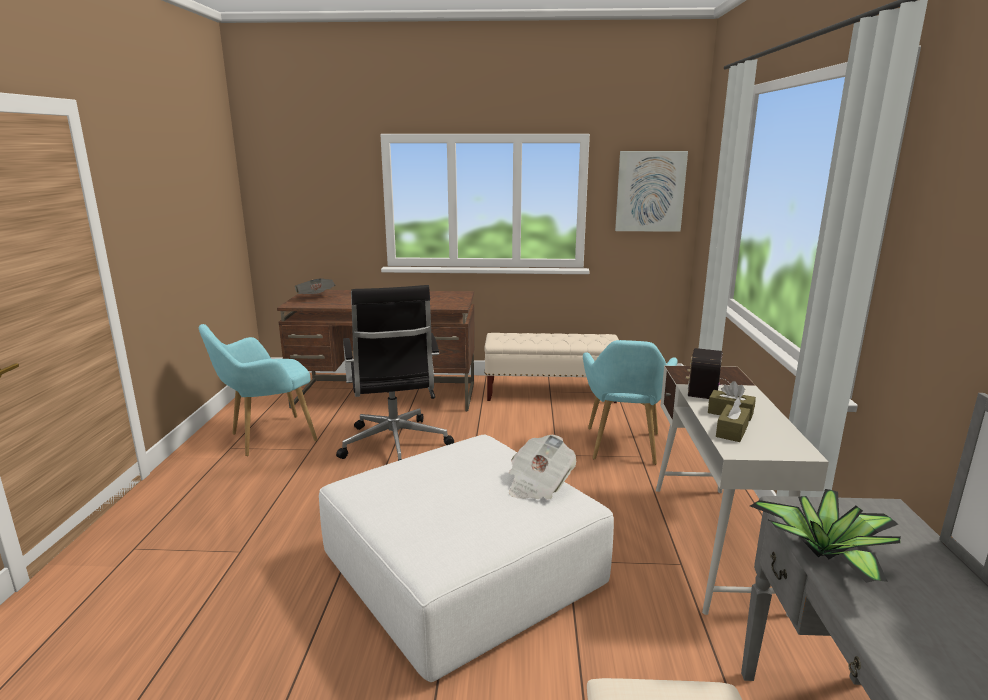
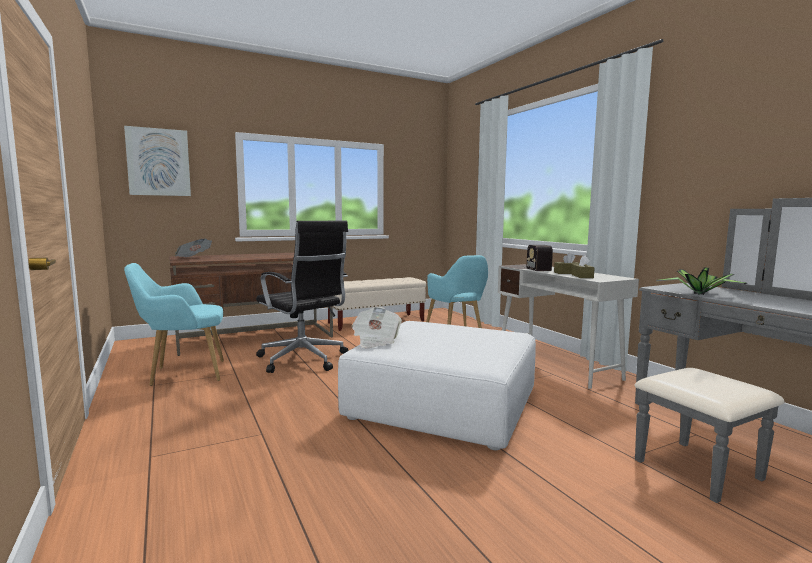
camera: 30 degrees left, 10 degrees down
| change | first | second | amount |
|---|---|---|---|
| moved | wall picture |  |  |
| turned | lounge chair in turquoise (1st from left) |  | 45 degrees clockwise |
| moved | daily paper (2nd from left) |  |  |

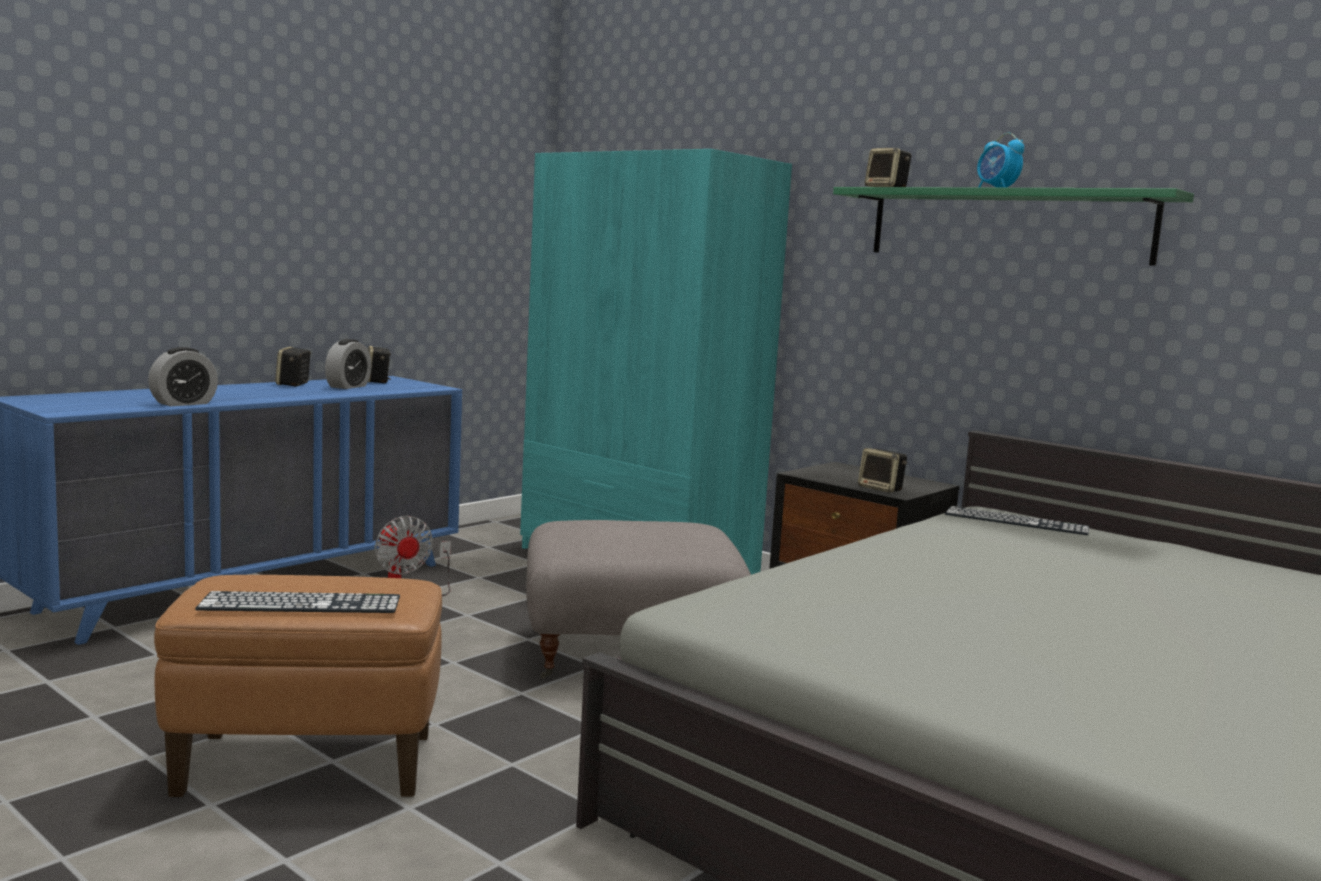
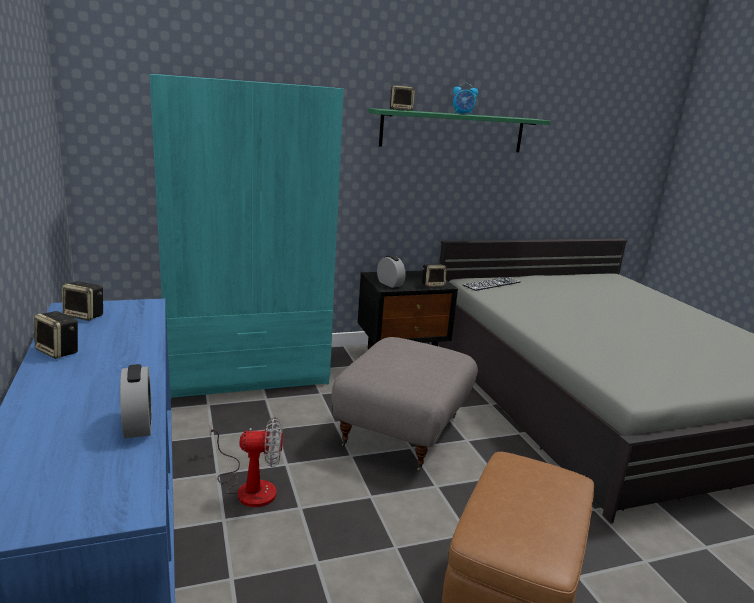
camera: 60 degrees left, 10 degrees up
| change | first | second | amount |
|---|---|---|---|
| moved | table clock (2nd from left) |  |  |
| removed | keyboard (1st from left) |  |  |

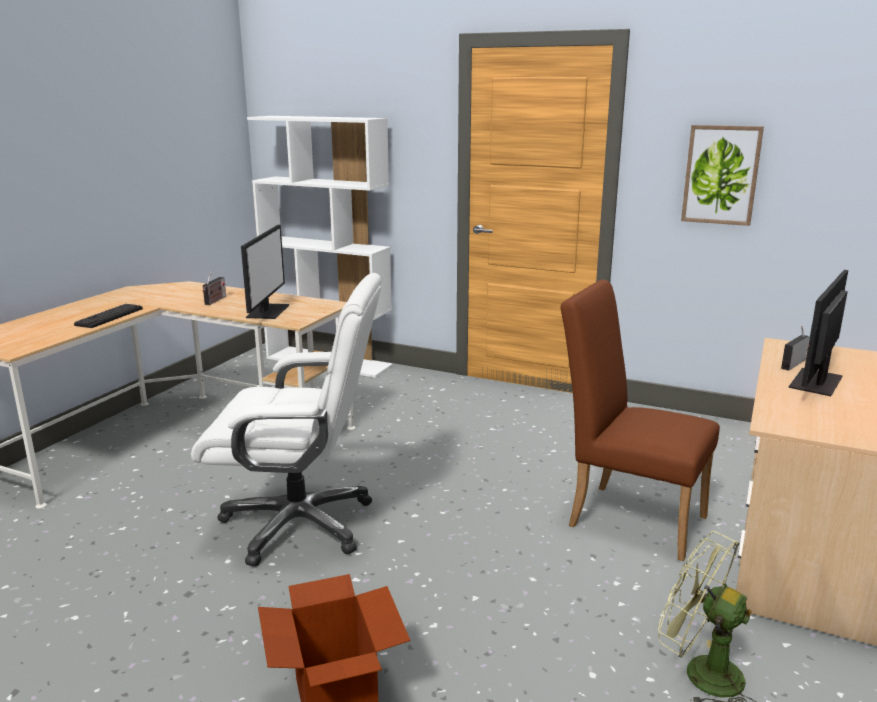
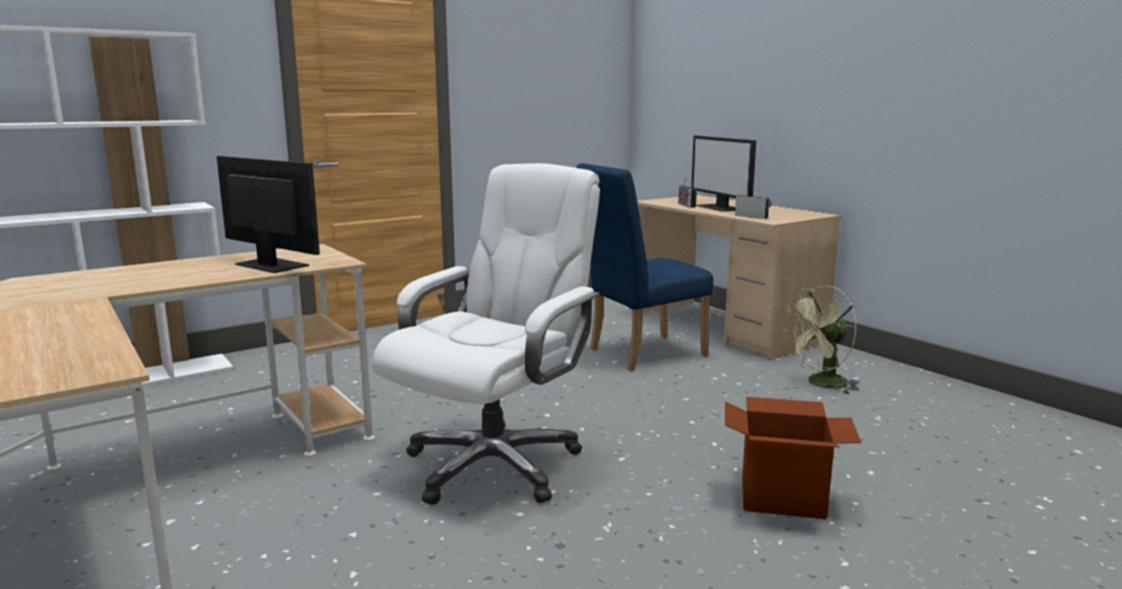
camera: 60 degrees left, 5 degrees down
| change | first | second | amount |
|---|---|---|---|
| recoloured | plain chair in brown-coloured | plain chair in blue-coloured |  |
| moved | radio receiver (1st from left in the first image) | radio receiver (2nd from left) |  |
| removed | keyboard |  |  |
| removed | wall picture |  |  |

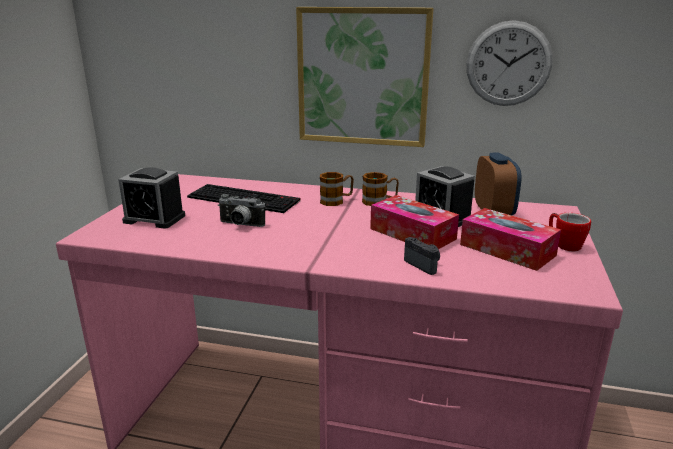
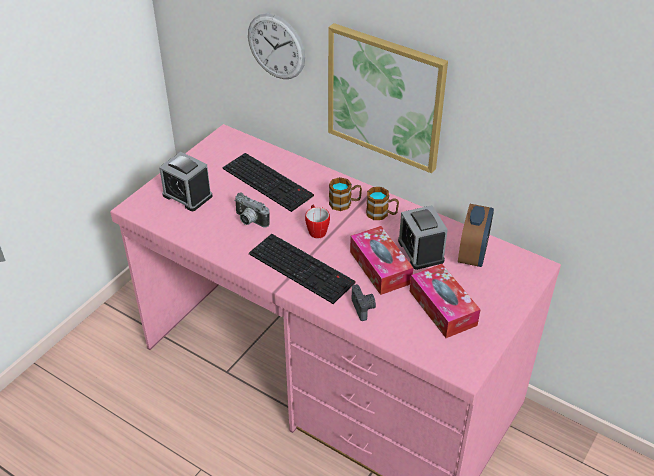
camera: 20 degrees right, 20 degrees up
| change | first | second | amount |
|---|---|---|---|
| moved | hanging clock |  |  |
| added |  | keyboard (2nd from left) |  |
| moved | tea mug (3rd from left in the first image) | tea mug (1st from left) |  |

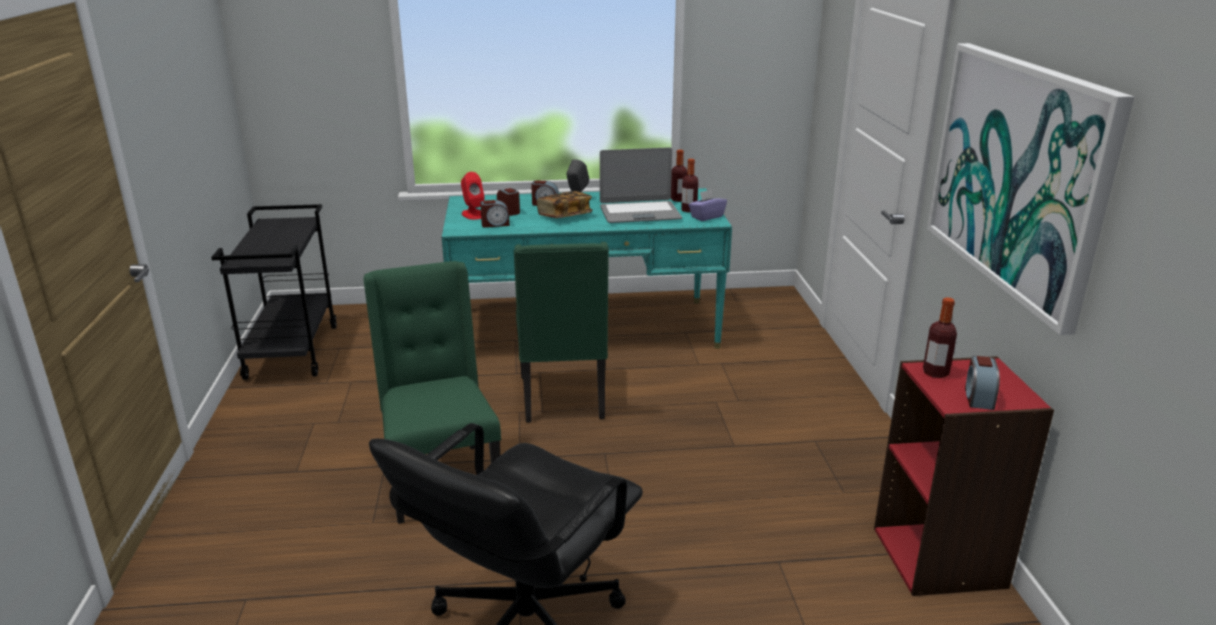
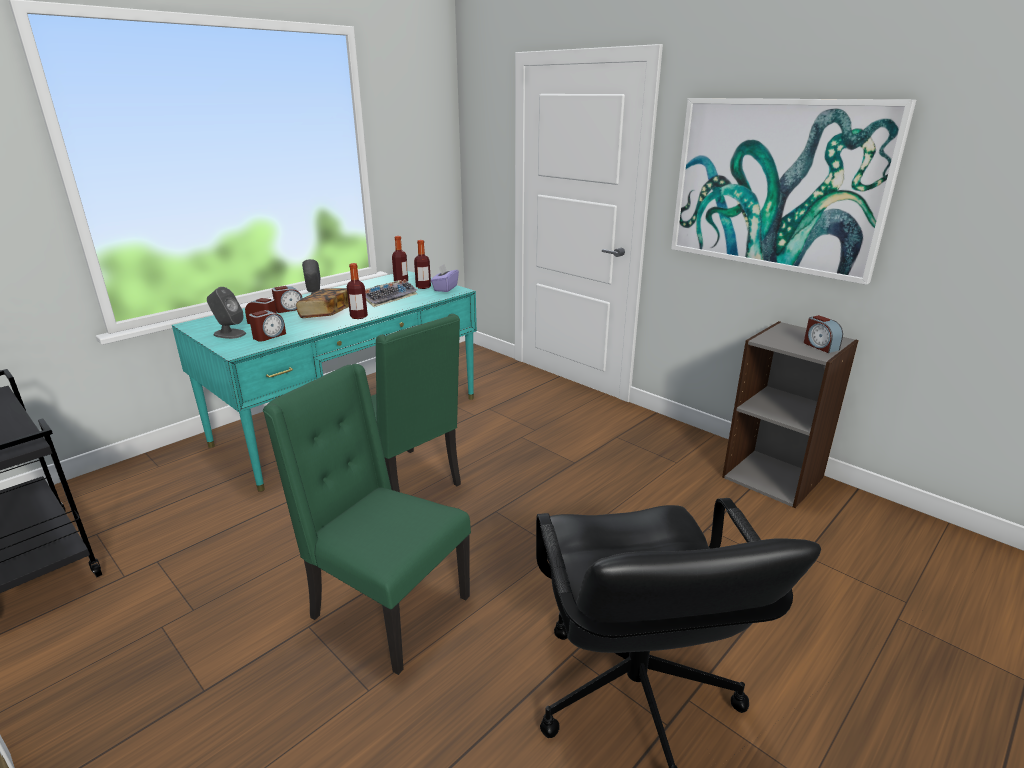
camera: 40 degrees left, 0 degrees up
| change | first | second | amount |
|---|---|---|---|
| recoloured | loudspeaker in red-coloured | loudspeaker in grey (1st from left) |  |
| moved | bottle (3rd from left in the first image) | bottle (1st from left) |  |
| replaced | laptop | keyboard |  |
| recoloured | bookcase in red-coloured | bookcase in grey |  |

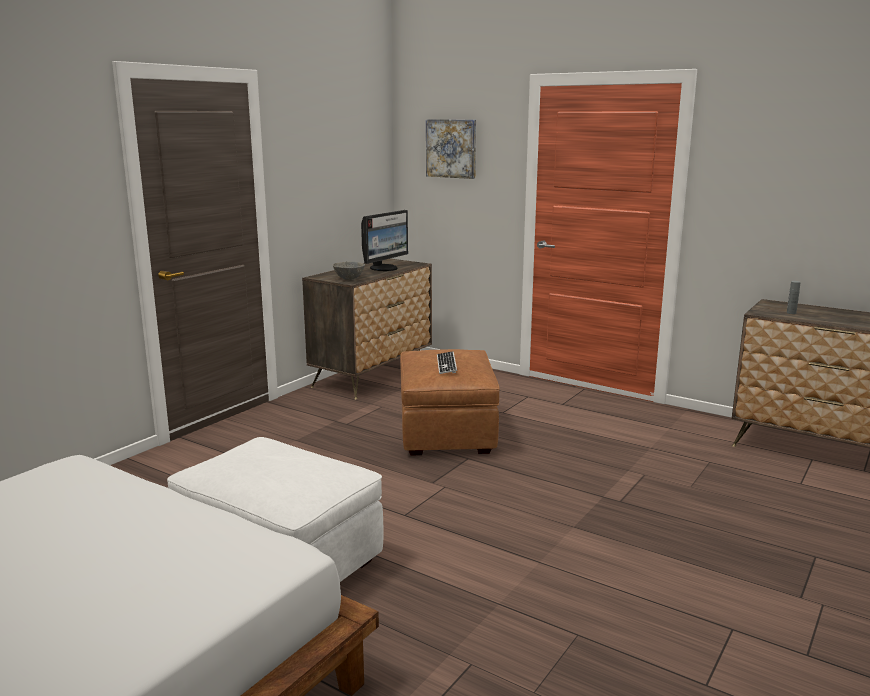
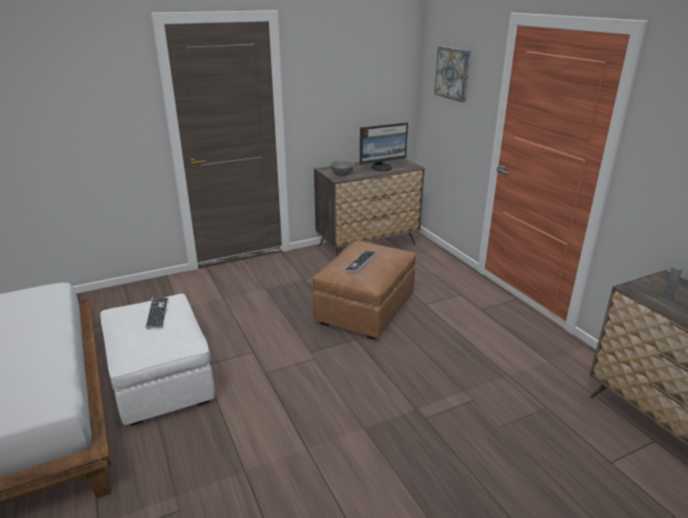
camera: 30 degrees right, 10 degrees up
| change | first | second | amount |
|---|---|---|---|
| added |  | keyboard (1st from left) |  |

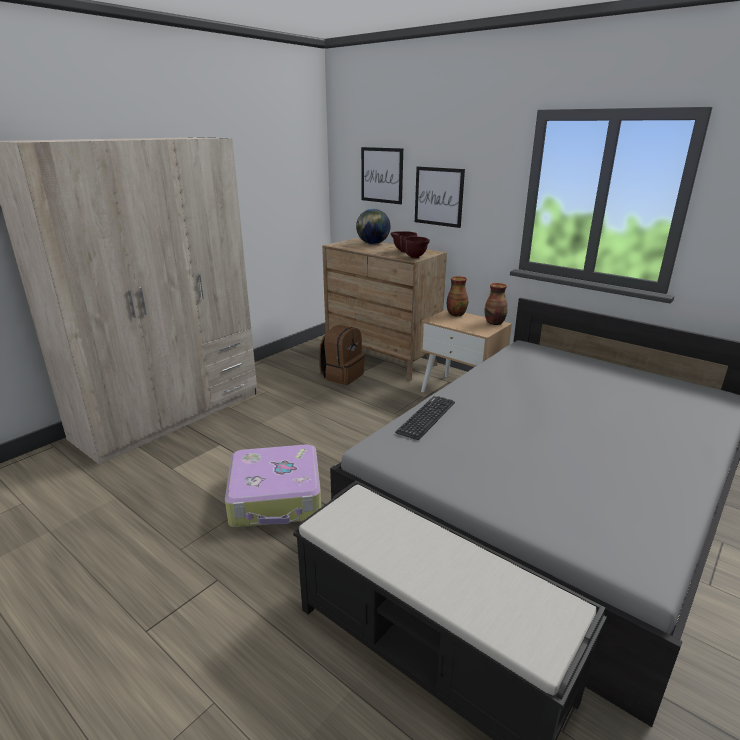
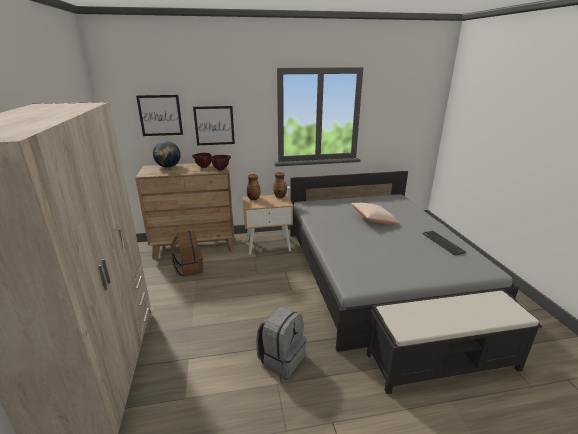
camera: 50 degrees left, 0 degrees up
| change | first | second | amount |
|---|---|---|---|
| replaced | piece of luggage | backpack in grey |  |
| added |  | cushion in sand-coloured |  |
| moved | keyboard |  |  |

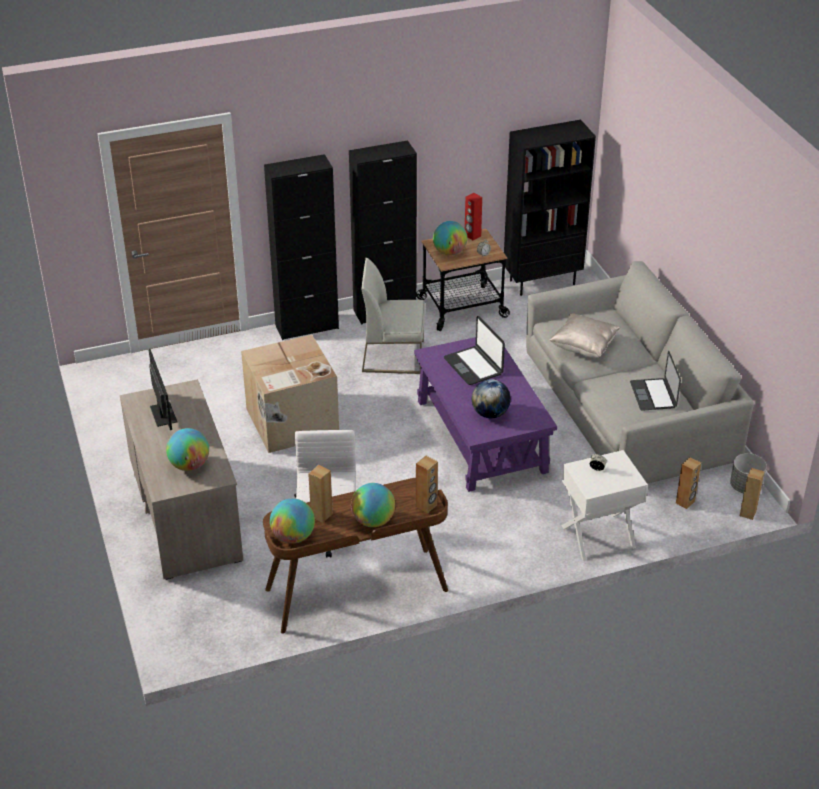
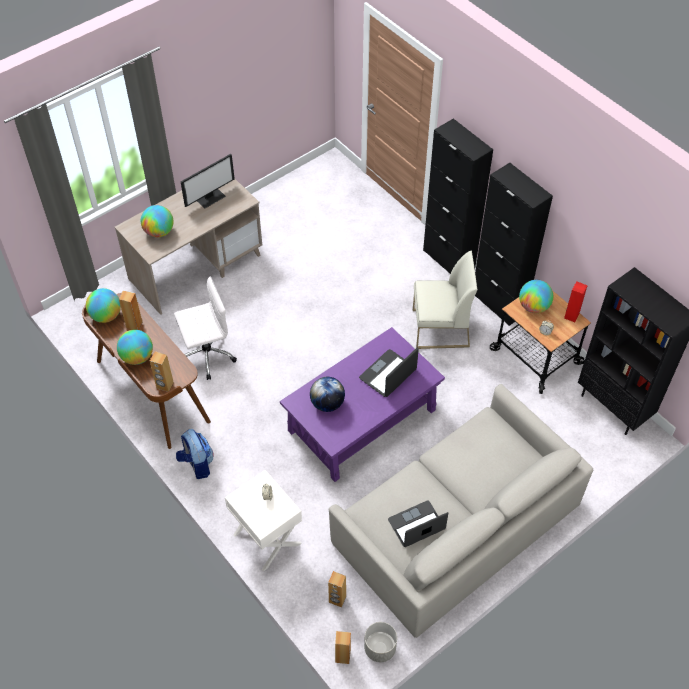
camera: 70 degrees right, 15 degrees up
| change | first | second | amount |
|---|---|---|---|
| added |  | backpack |  |
| turned | plain chair in white |  | 105 degrees clockwise |
| removed | packing box |  |  |
| removed | cushion in sand-coloured |  |  |

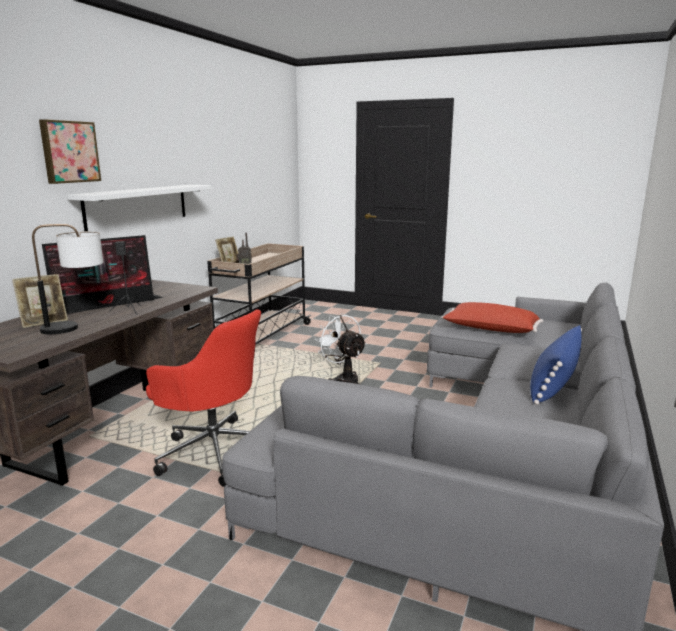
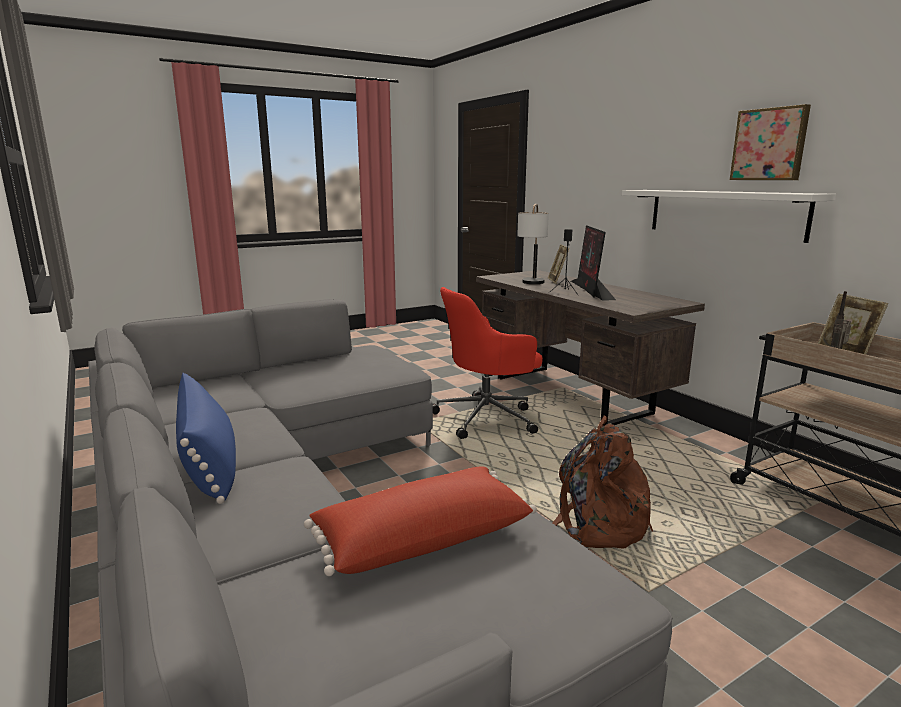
camera: 125 degrees right, 0 degrees up
| change | first | second | amount |
|---|---|---|---|
| replaced | cooling fan in white | backpack in brown-coloured |  |
| moved | wall picture |  |  |

